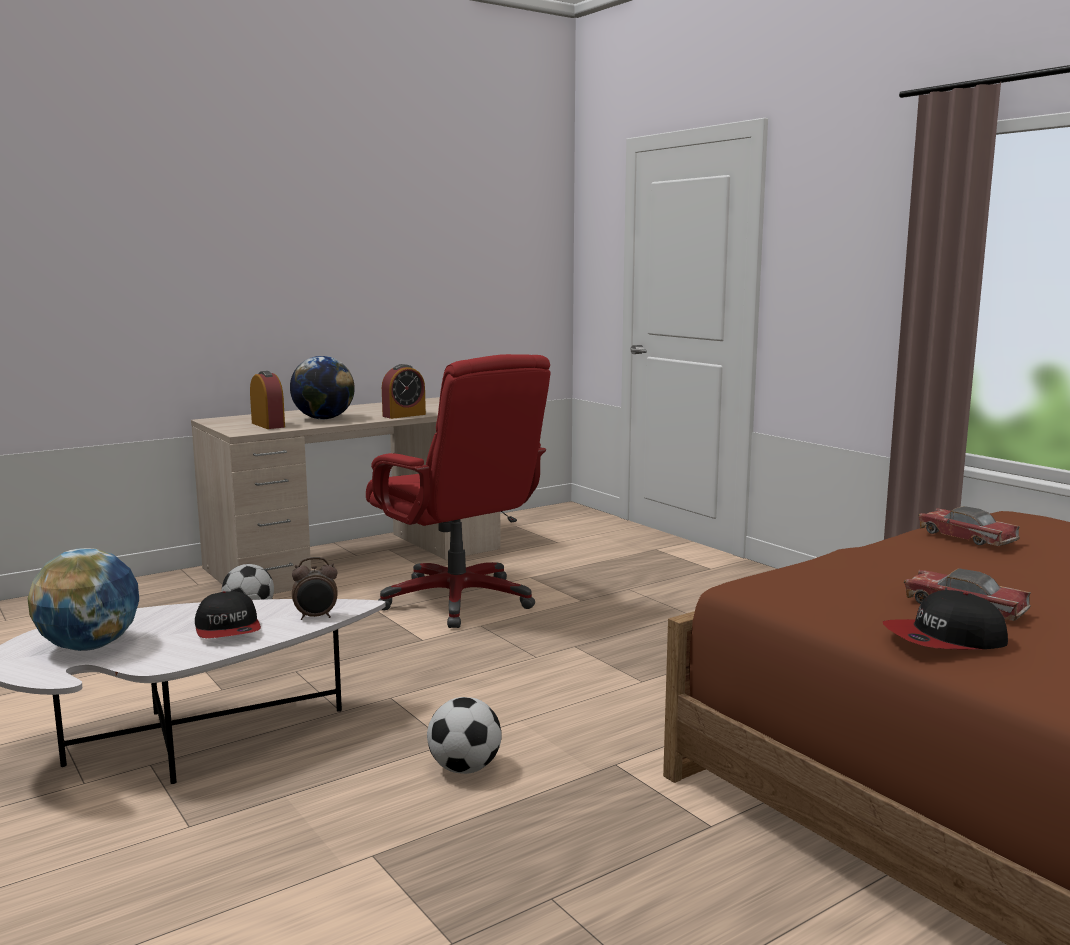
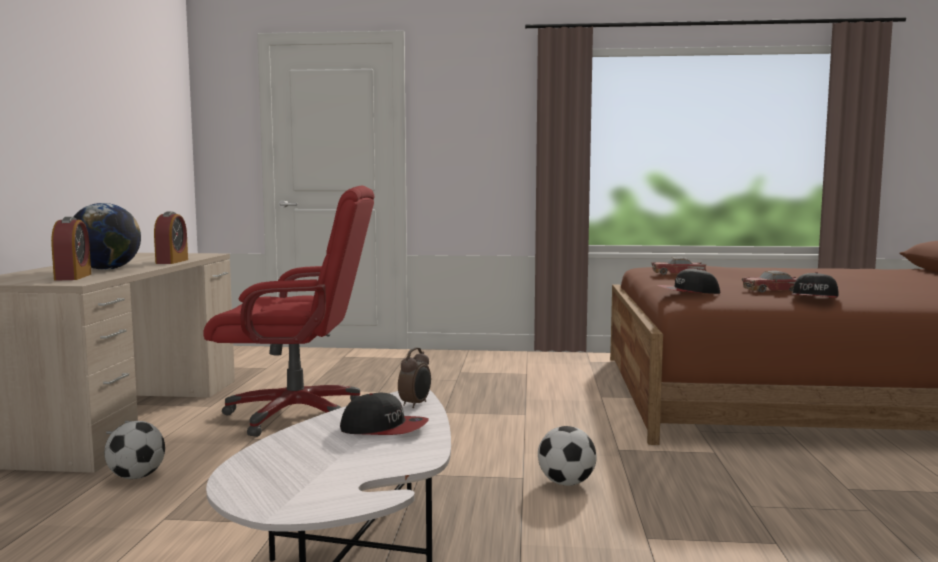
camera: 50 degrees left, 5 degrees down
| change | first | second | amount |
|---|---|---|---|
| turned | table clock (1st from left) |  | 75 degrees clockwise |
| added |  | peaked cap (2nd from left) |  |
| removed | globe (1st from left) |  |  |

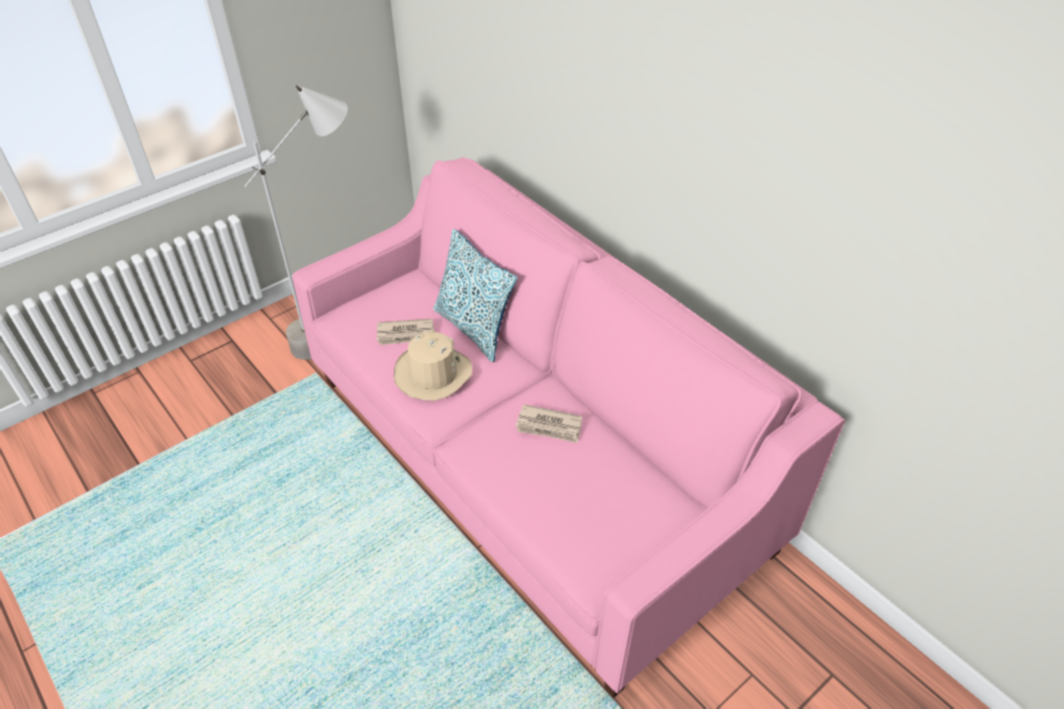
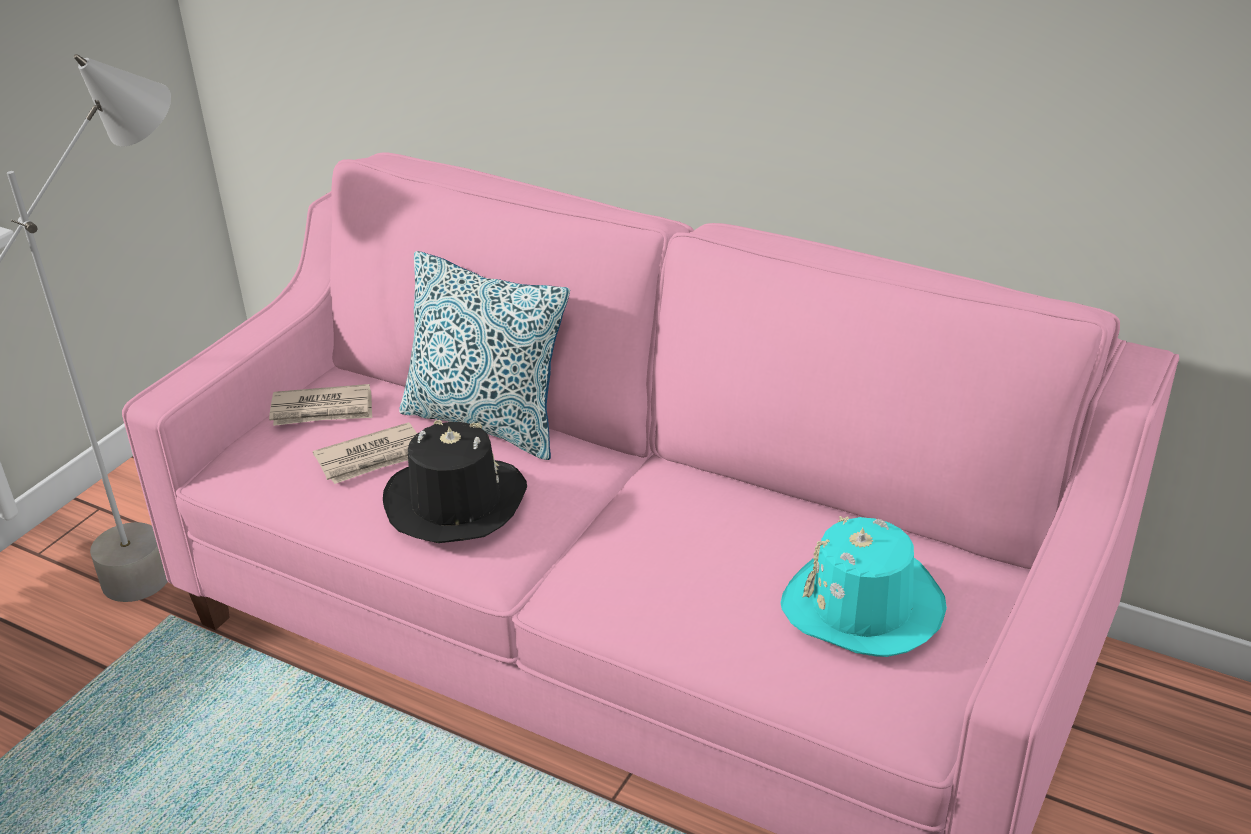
camera: 20 degrees left, 10 degrees down
| change | first | second | amount |
|---|---|---|---|
| moved | daily paper (2nd from left in the first image) | daily paper (1st from left) |  |
| recoloured | clothing hat in sand-coloured | clothing hat in blackish |  |
| added |  | clothing hat in turquoise |  |

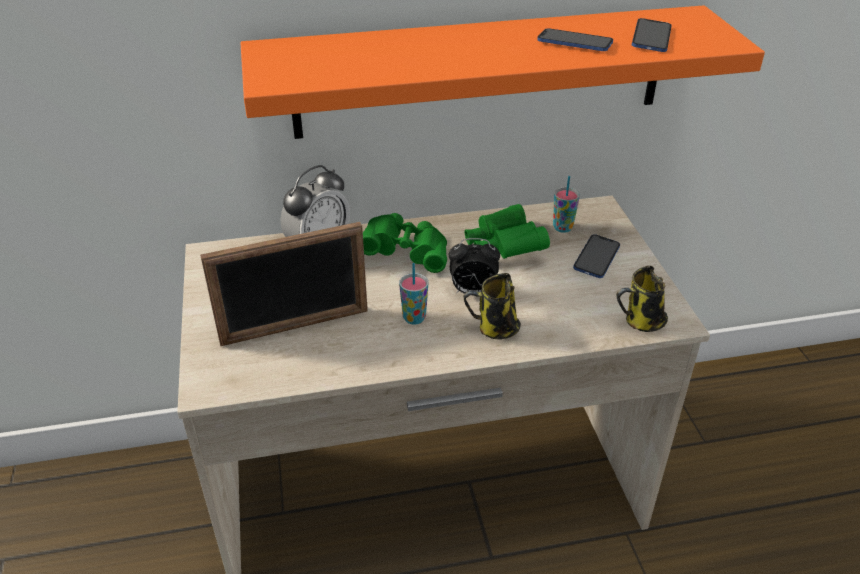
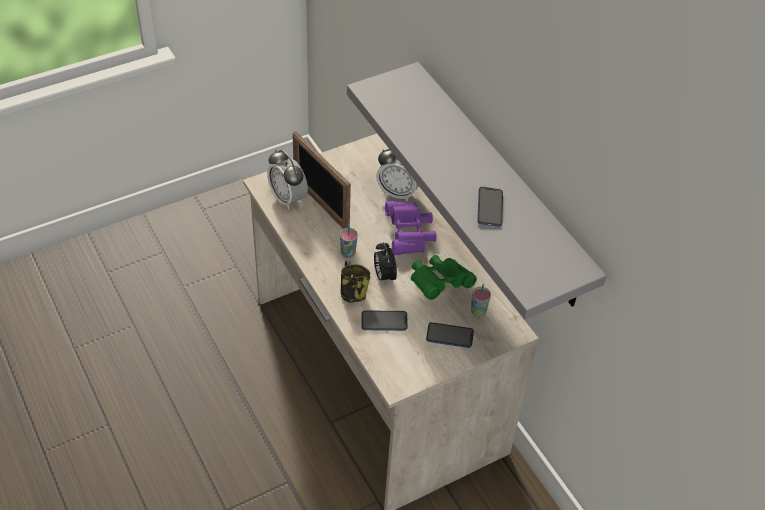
camera: 70 degrees right, 10 degrees up
| change | first | second | amount |
|---|---|---|---|
| added |  | table clock (1st from left) |  |
| recoloured | bracket shelf in orangey | bracket shelf in grey |  |
| moved | telephone (3rd from left in the first image) | telephone (1st from left) |  |
| recoloured | binoculars in green-coloured (1st from left) | binoculars in purplish |  |
| removed | tea mug (2nd from left) |  |  |

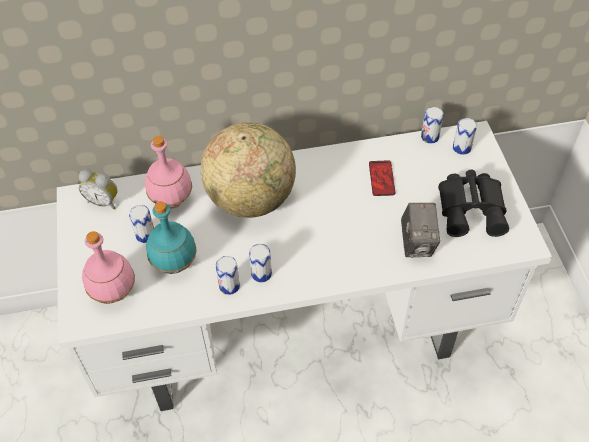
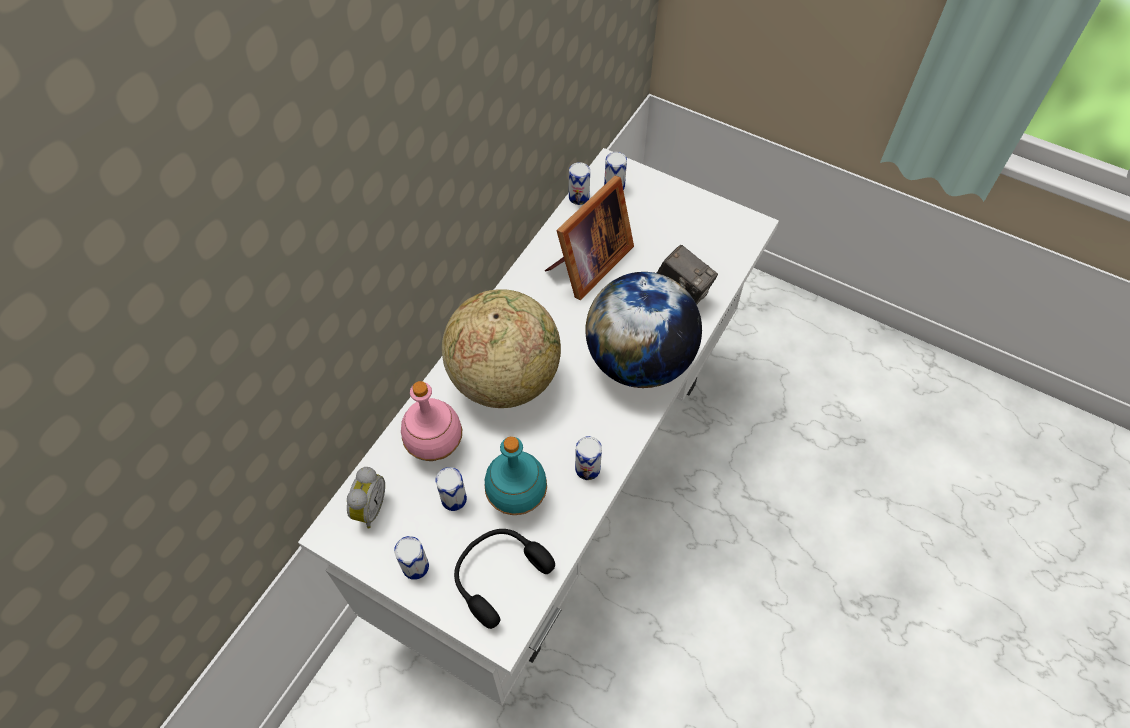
camera: 50 degrees left, 5 degrees up
| change | first | second | amount |
|---|---|---|---|
| turned | table clock |  | 45 degrees counterclockwise |
| moved | can (3rd from left in the first image) | can (1st from left) |  |
| replaced | bottle in pinkish (1st from left) | headset in blackish |  |
| replaced | telephone | standing frame |  |
| added |  | globe (2nd from left) |  |
| removed | binoculars in blackish |  |  |

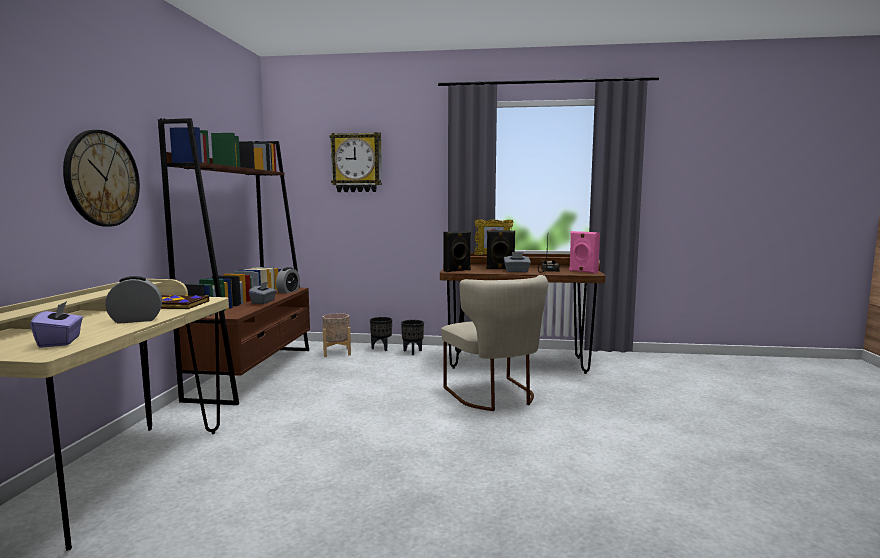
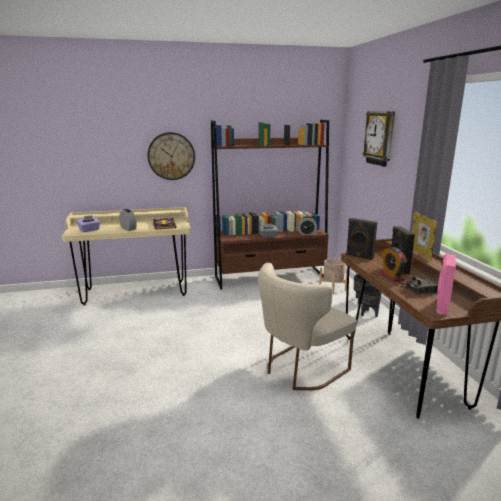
camera: 70 degrees right, 10 degrees up
| change | first | second | amount |
|---|---|---|---|
| replaced | tissue box in grey (2nd from left) | table clock (3rd from left) |  |

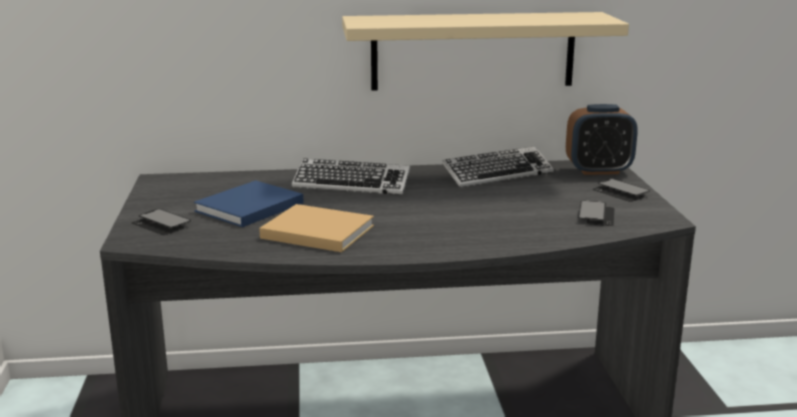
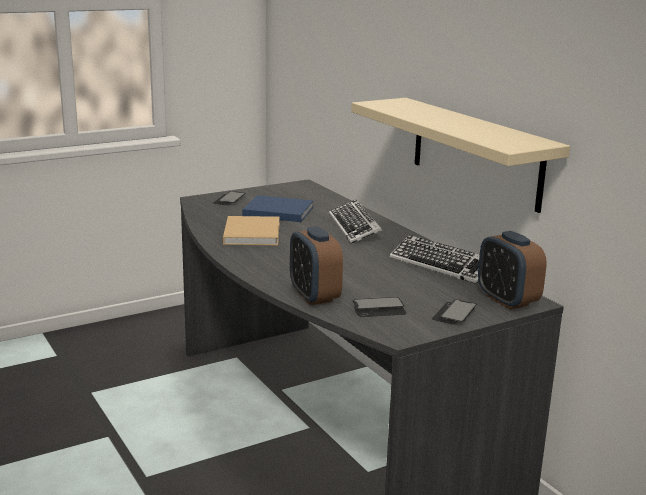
camera: 65 degrees right, 0 degrees up
| change | first | second | amount |
|---|---|---|---|
| added |  | table clock (1st from left) |  |

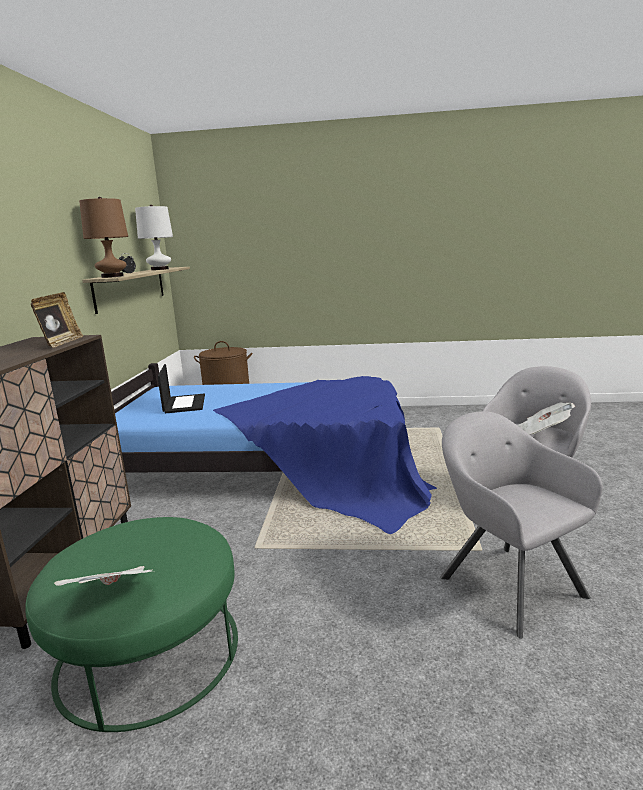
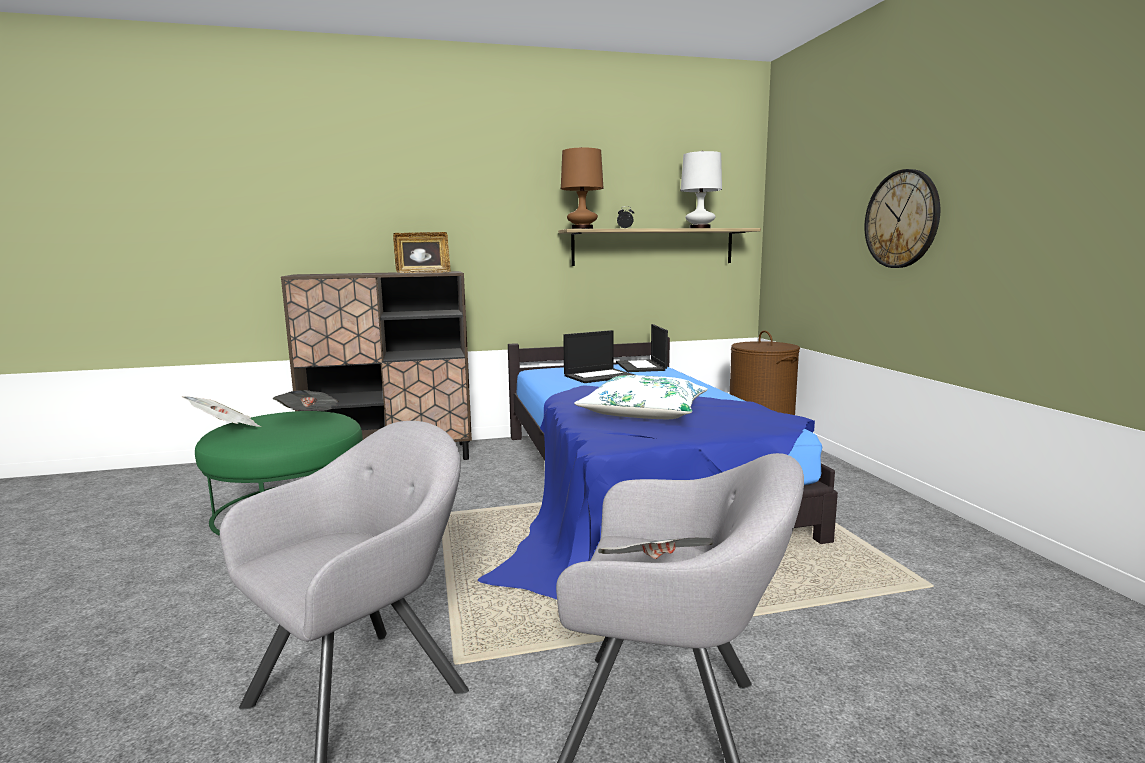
camera: 70 degrees right, 5 degrees down
| change | first | second | amount |
|---|---|---|---|
| added |  | daily paper (2nd from left) |  |
| added |  | cushion in white |  |
| added |  | laptop (2nd from left) |  |
| added |  | hanging clock |  |

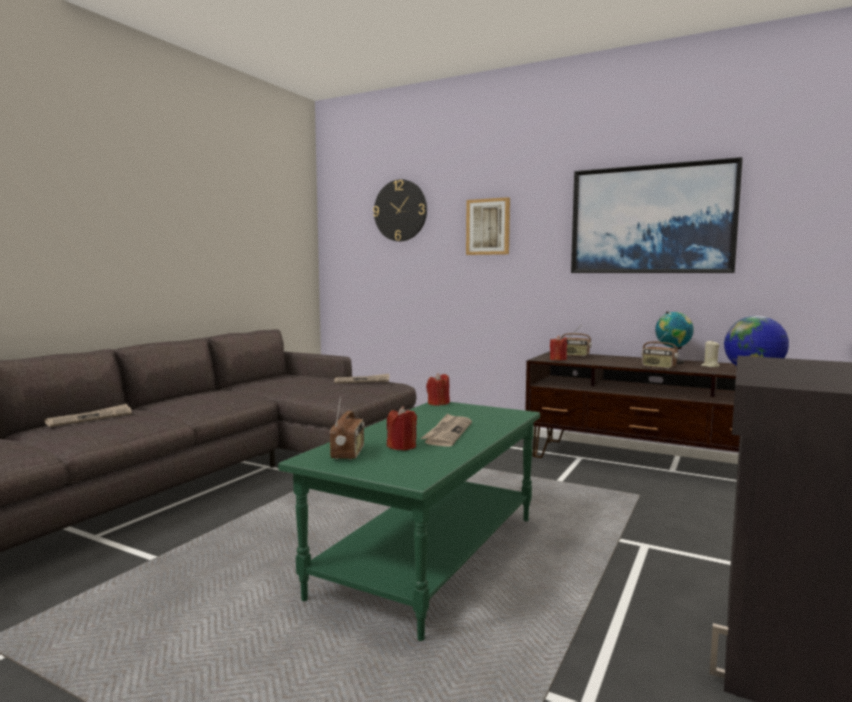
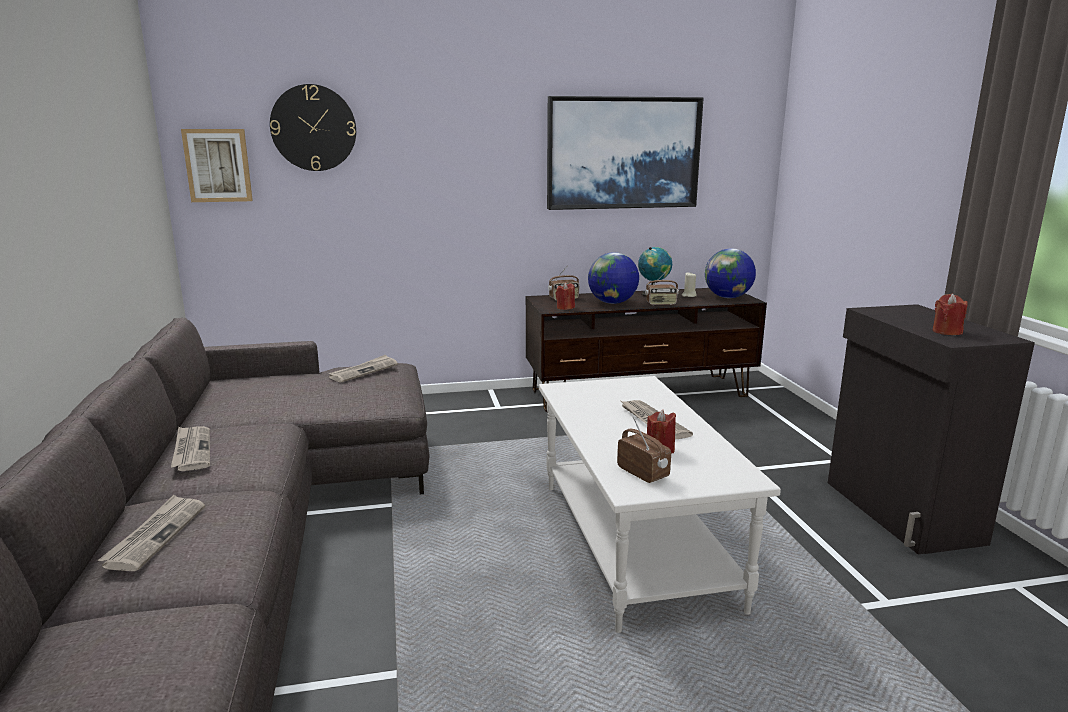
camera: 40 degrees left, 10 degrees up
| change | first | second | amount |
|---|---|---|---|
| added |  | daily paper (2nd from left) |  |
| moved | wall picture (1st from left) |  |  |
| recoloured | coffee table in green-coloured | coffee table in white |  |
| added |  | globe (1st from left) |  |
| moved | candle in red-coloured (2nd from left in the first image) | candle in red-coloured (3rd from left) |  |

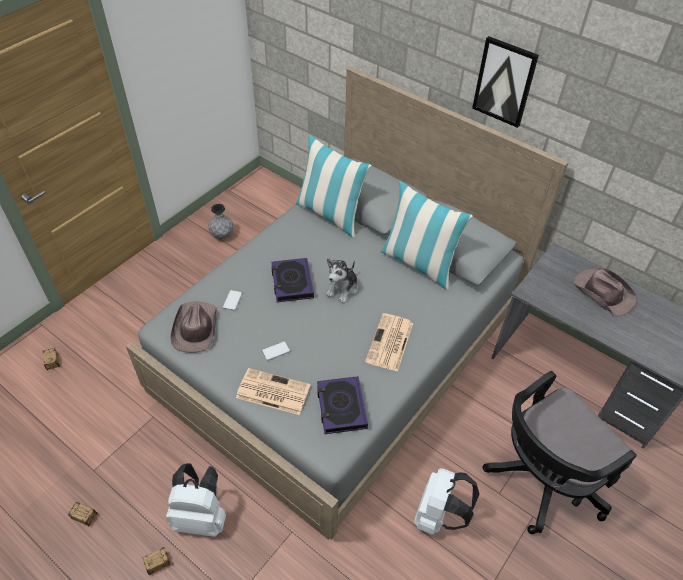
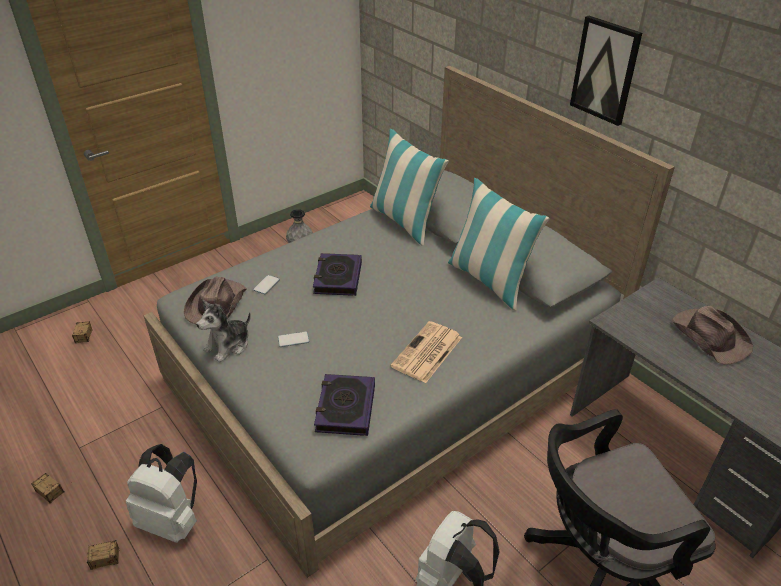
camera: 15 degrees right, 10 degrees down
| change | first | second | amount |
|---|---|---|---|
| moved | plush toy |  |  |
| removed | daily paper (1st from left) |  |  |

